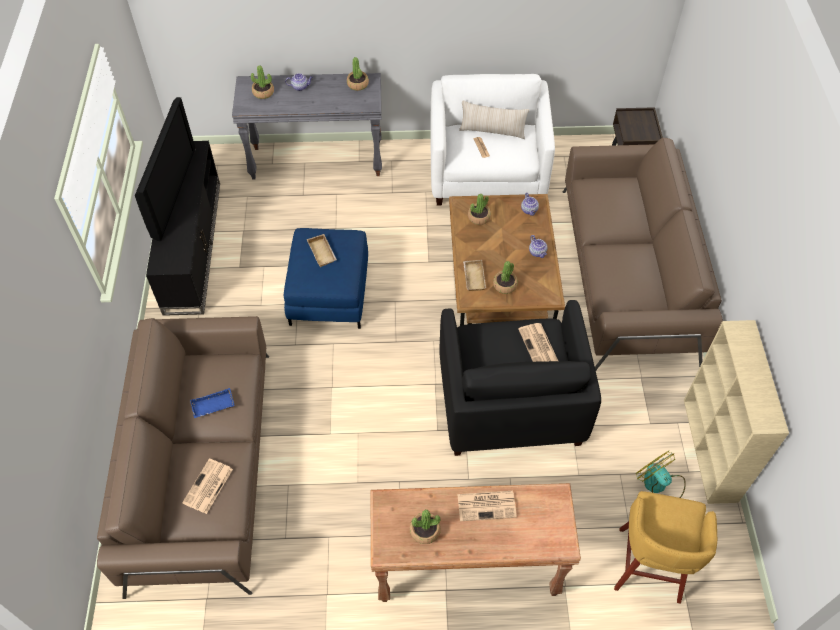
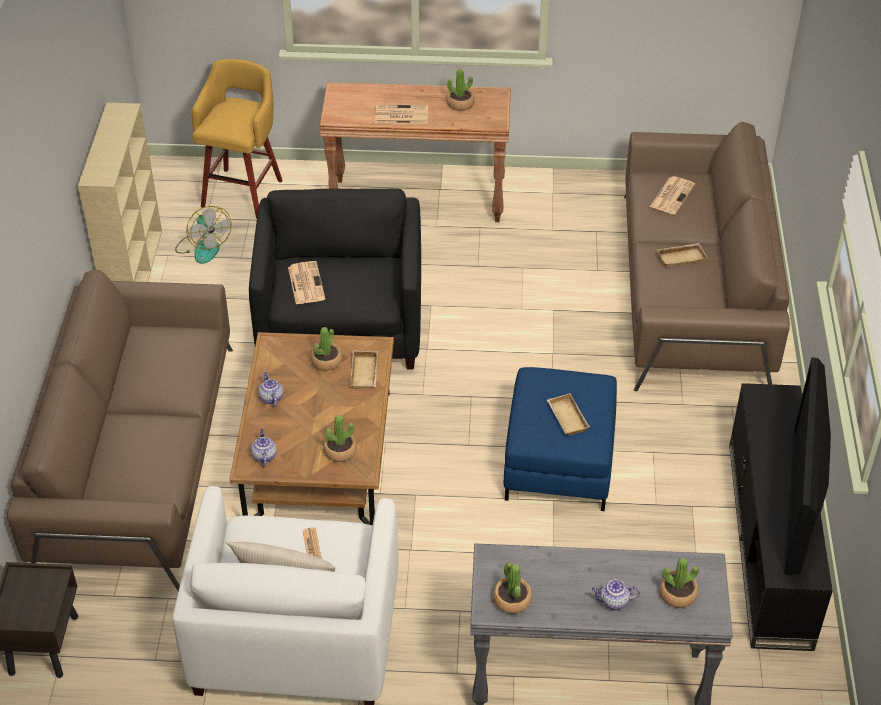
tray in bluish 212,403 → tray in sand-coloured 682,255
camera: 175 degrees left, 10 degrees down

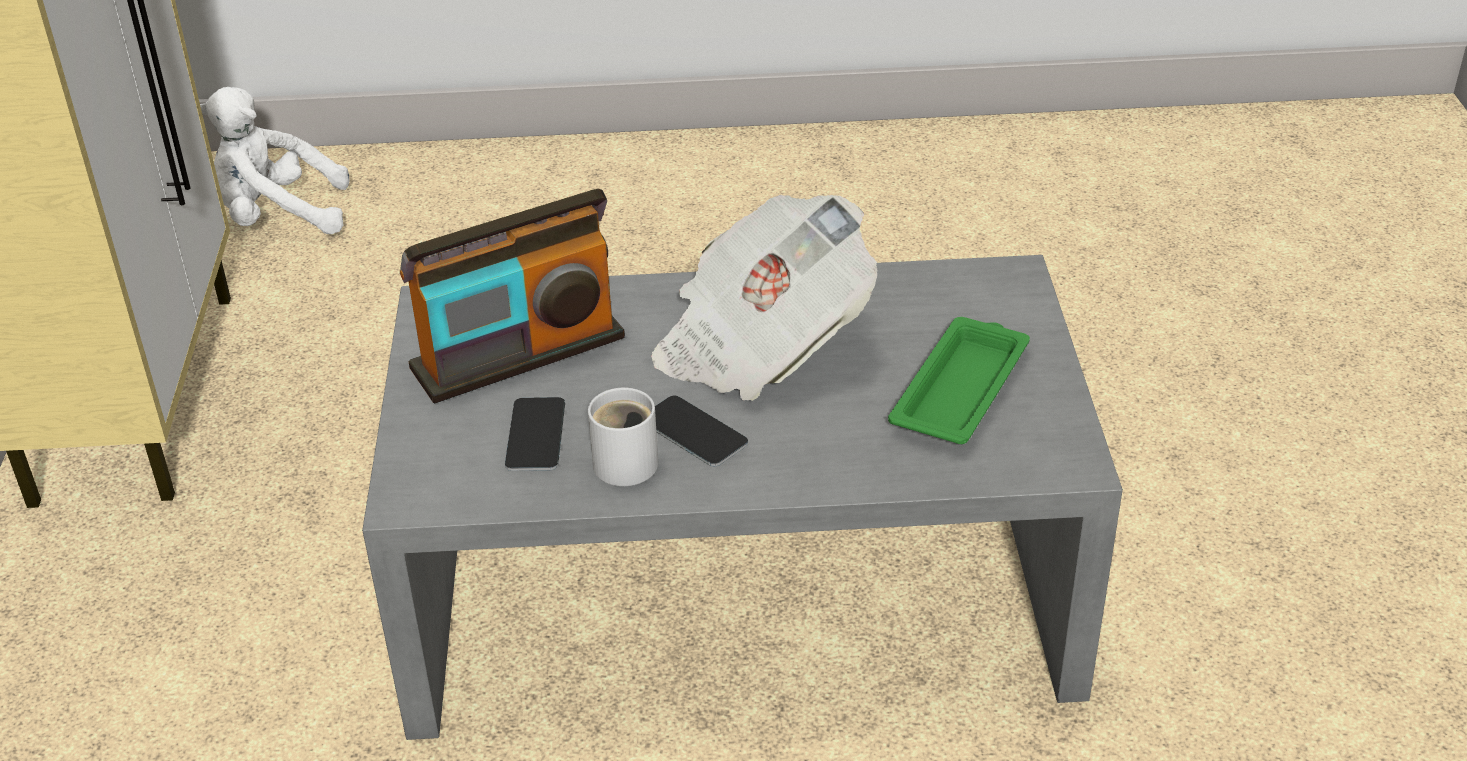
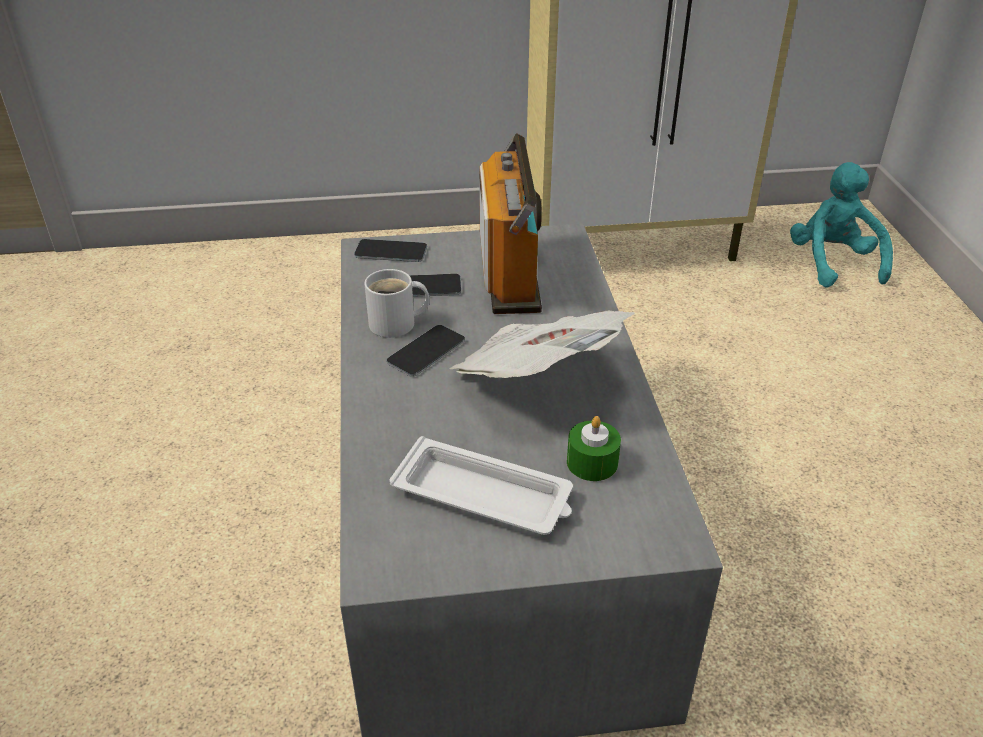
plush toy in whitish 275,160 → plush toy in blue-green 841,225
radio set 512,296 → radio set 510,224, 150 degrees counterclockwise
tray in greenish 959,380 → tray in whitish 481,485
- → phone 390,250
- → wax candle in greenish 594,448
camera: 85 degrees right, 0 degrees up

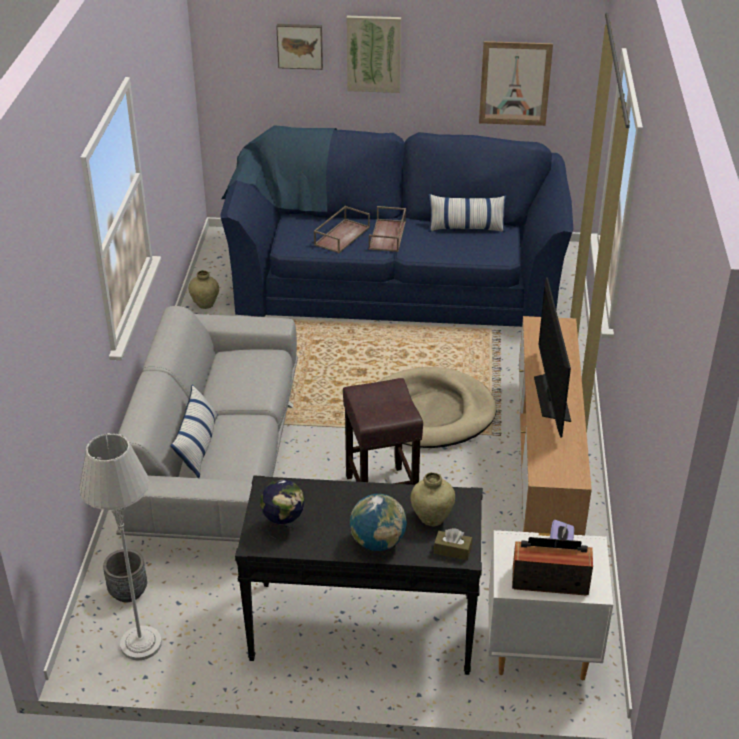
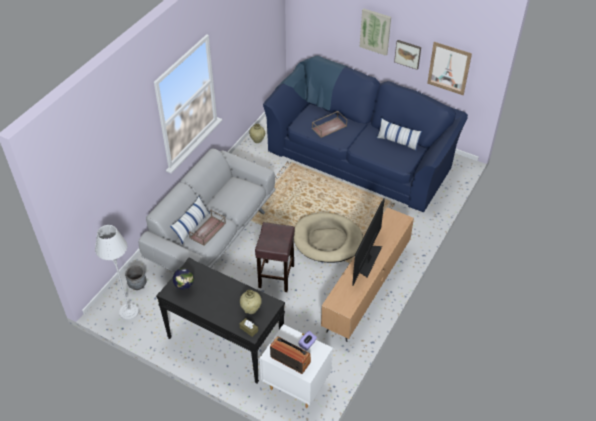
wall picture 299,47 → wall picture 407,55, move
desk globe 378,522 → -
tray in brownish 387,229 → tray in brownish 207,228, move
camera: 25 degrees right, 10 degrees up

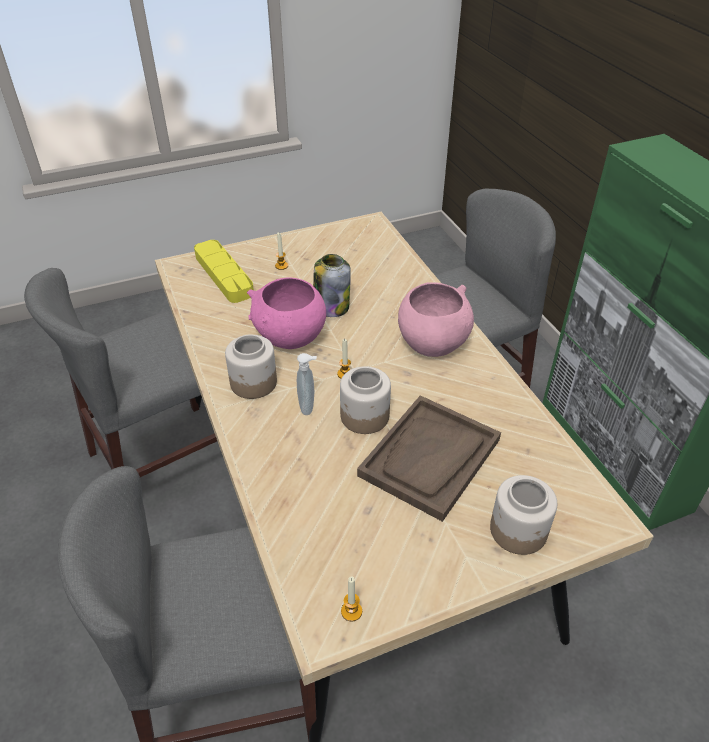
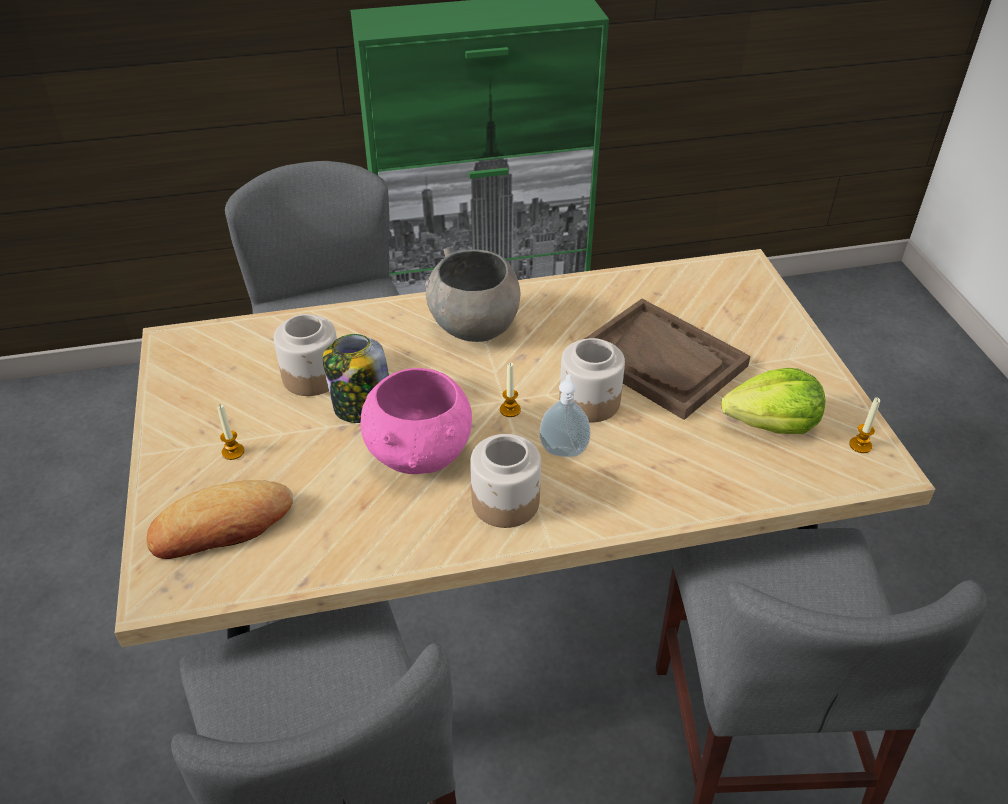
tray in yellow 224,271 → baked bread 219,519
serving bowl in pink-coloured 436,319 → serving bowl in grey 473,294
jar 523,515 → jar 305,355, move
- → lettuce 773,401
camera: 80 degrees left, 0 degrees up

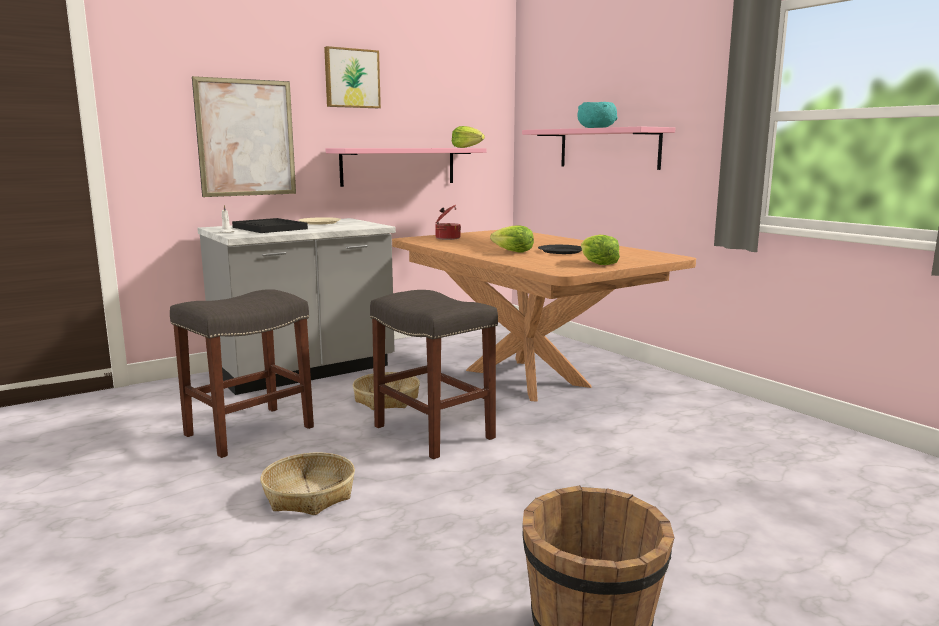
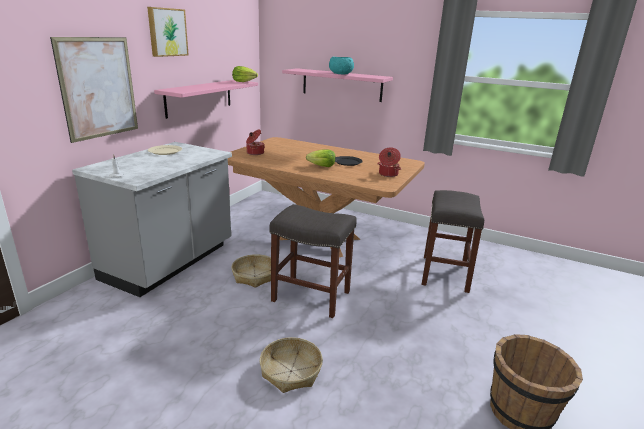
stool seat in grey 242,373 → stool seat in grey 453,241, move
tray in black-coloured 270,225 → -
lettuce 600,249 → cooking pot 389,162
camera: 30 degrees left, 10 degrees up

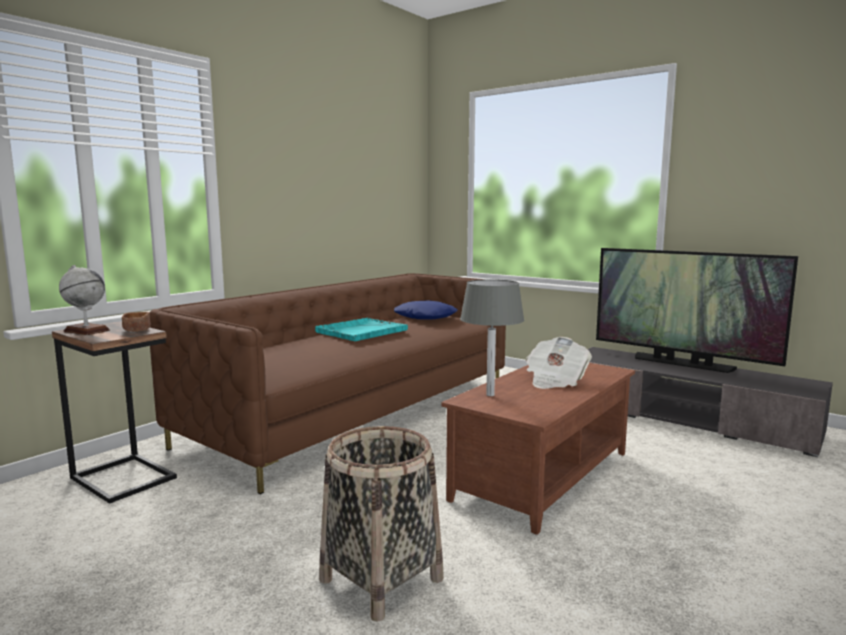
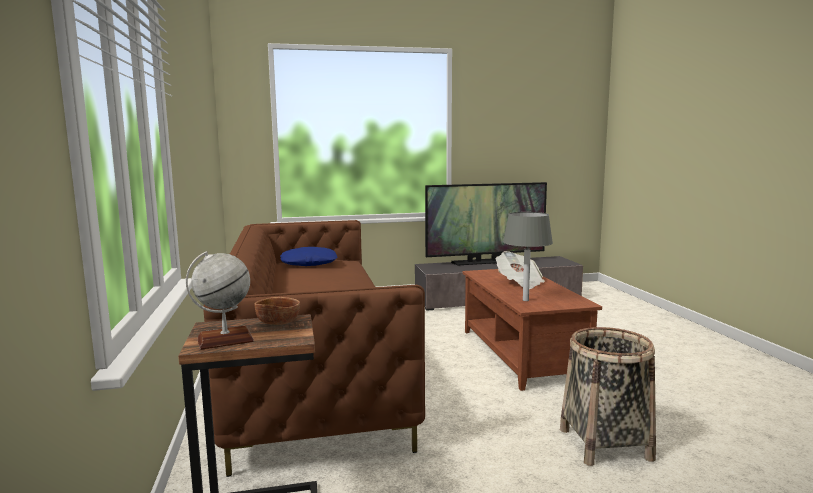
tray in blue-green 361,329 → -
camera: 50 degrees left, 0 degrees up

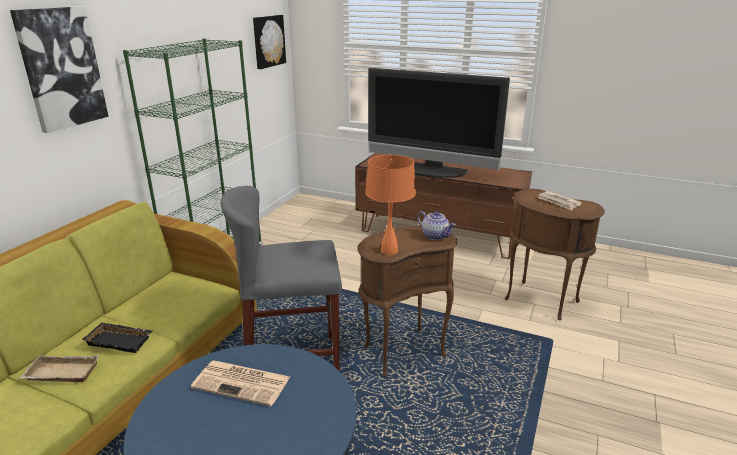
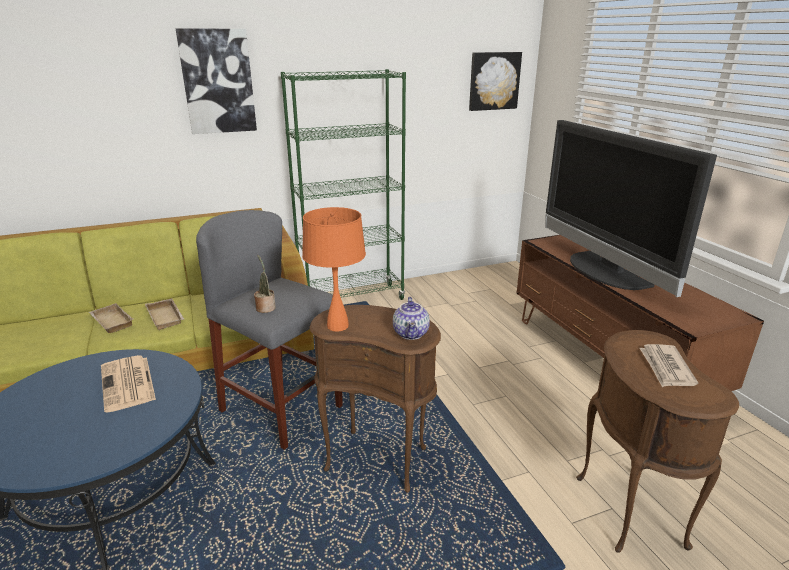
tray in black-coloured 117,337 → tray in sand-coloured 164,314
- → houseplant 265,284
camera: 45 degrees right, 0 degrees up

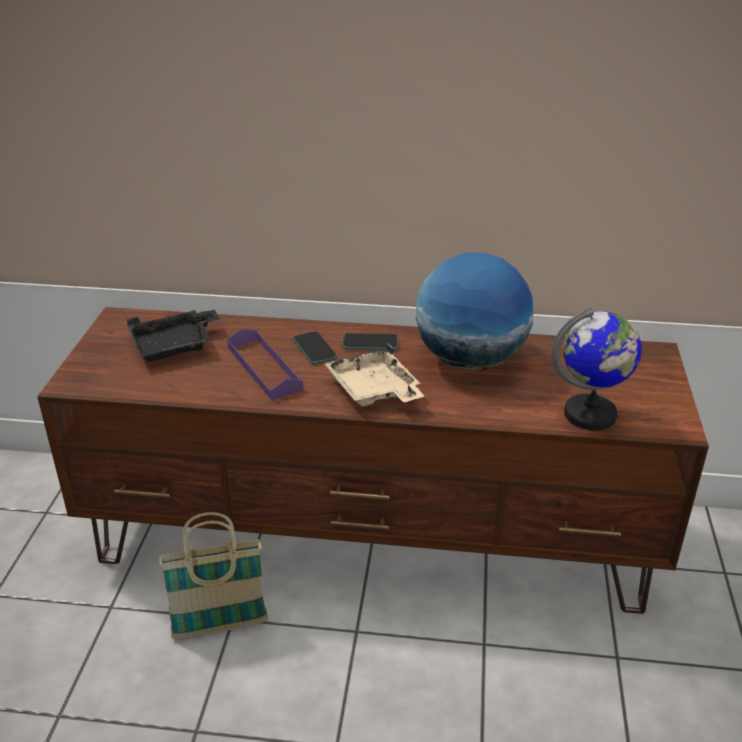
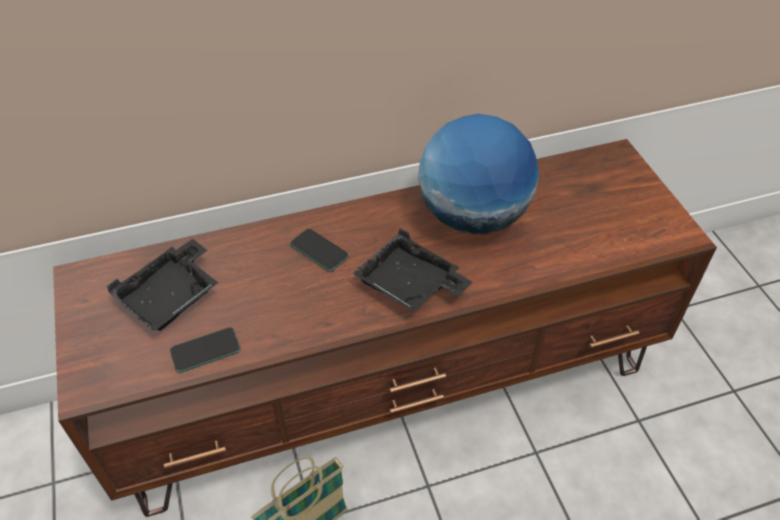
tray in purple-coloured 265,364 → -
tray in sand-coloured 374,374 → tray in black-coloured 412,270
phone 370,341 → phone 205,350, move
desk globe 597,368 → -
camera: 25 degrees left, 15 degrees up

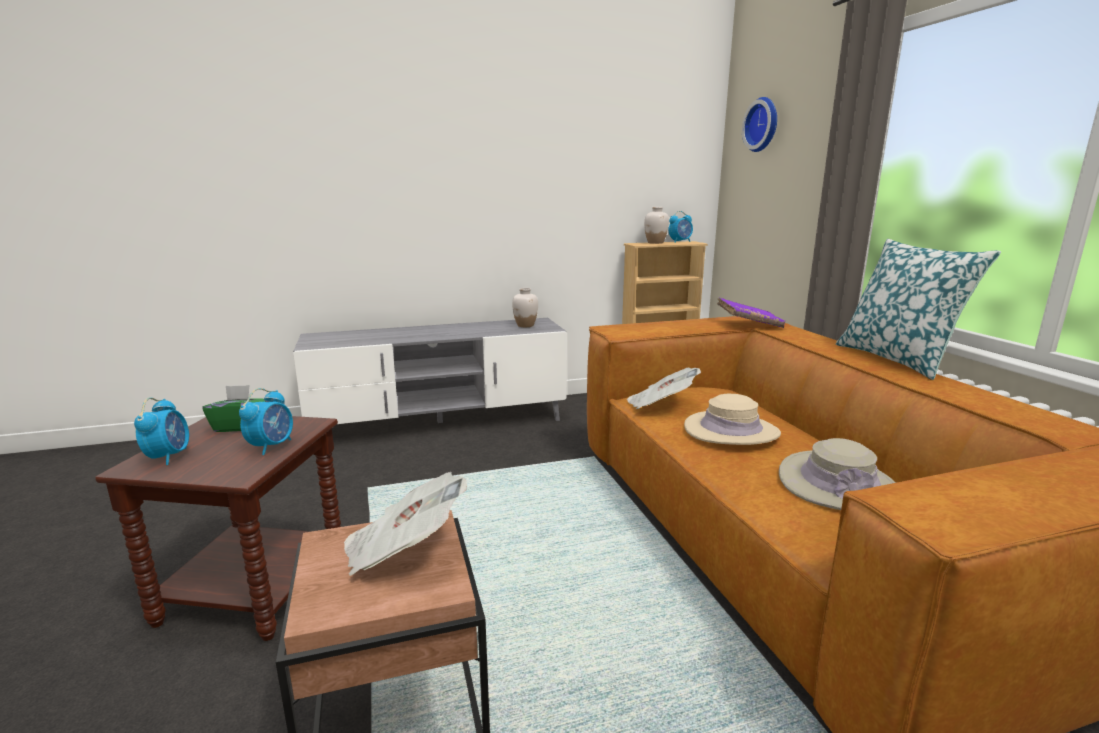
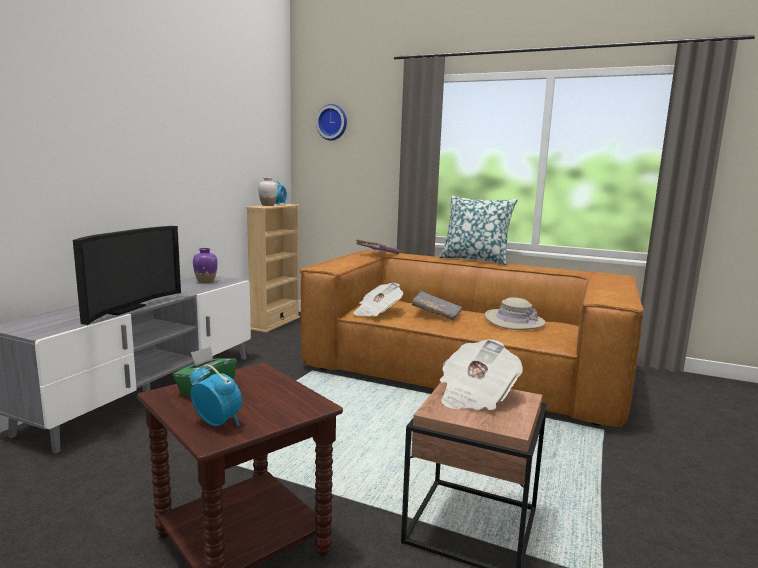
table clock 266,421 → -
flower vase in whitish 525,307 → flower vase in purple-coloured 205,265
clothing hat in sand-coloured 732,419 → bound book in grey 437,306
- → TV set 127,275
camera: 50 degrees left, 5 degrees down

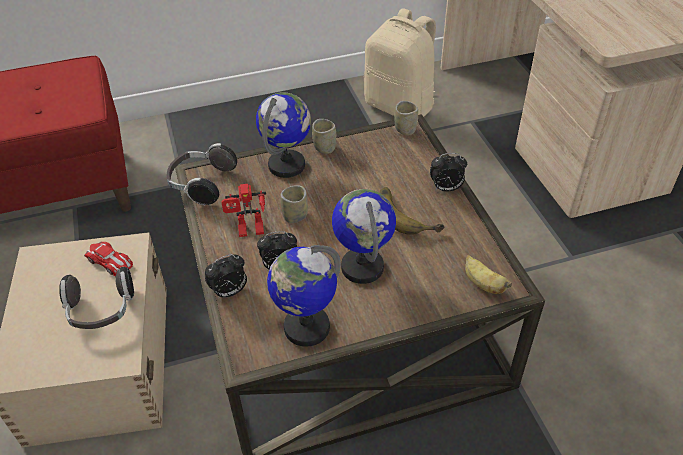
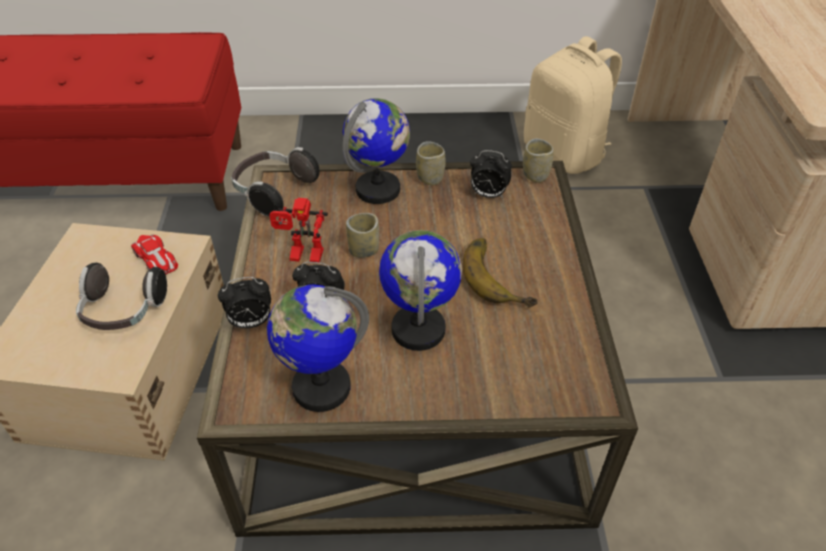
table clock 448,172 → table clock 491,174, move
whole banana 488,274 → -
camera: 15 degrees right, 0 degrees up

